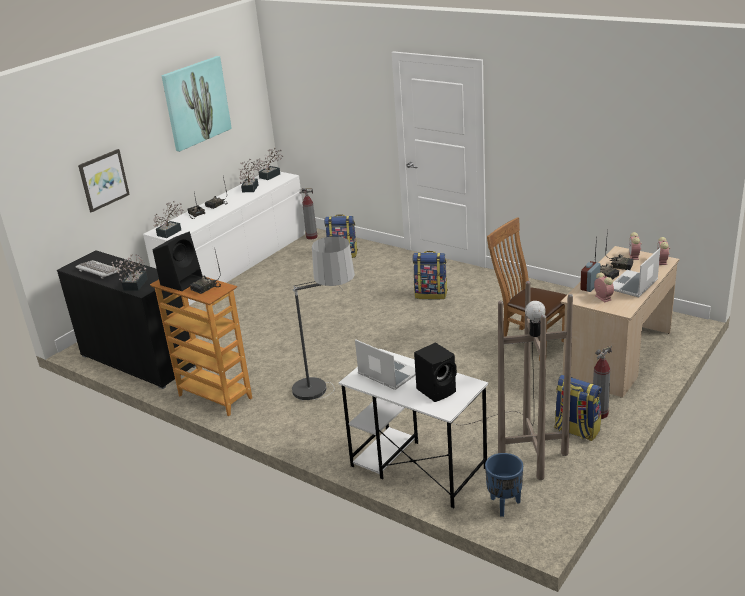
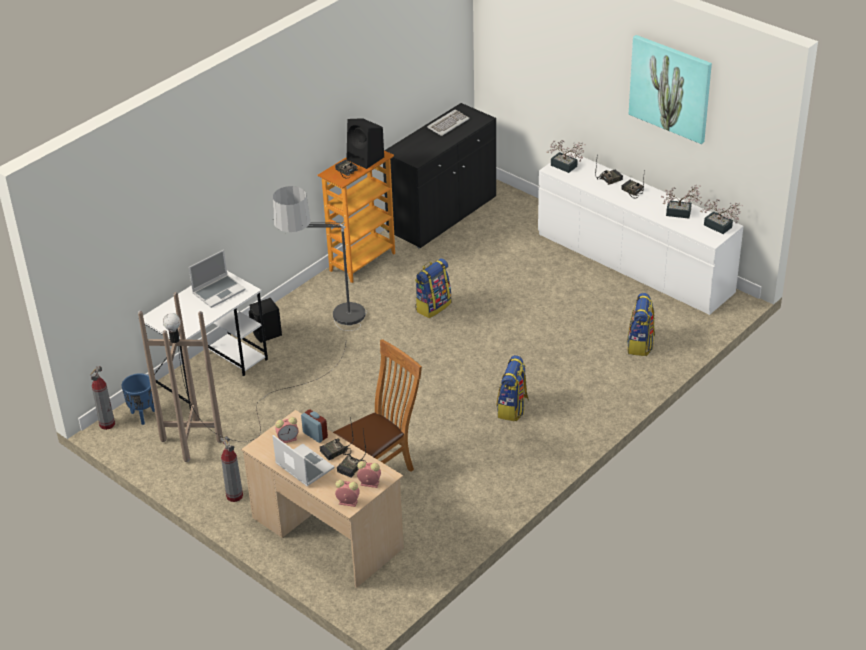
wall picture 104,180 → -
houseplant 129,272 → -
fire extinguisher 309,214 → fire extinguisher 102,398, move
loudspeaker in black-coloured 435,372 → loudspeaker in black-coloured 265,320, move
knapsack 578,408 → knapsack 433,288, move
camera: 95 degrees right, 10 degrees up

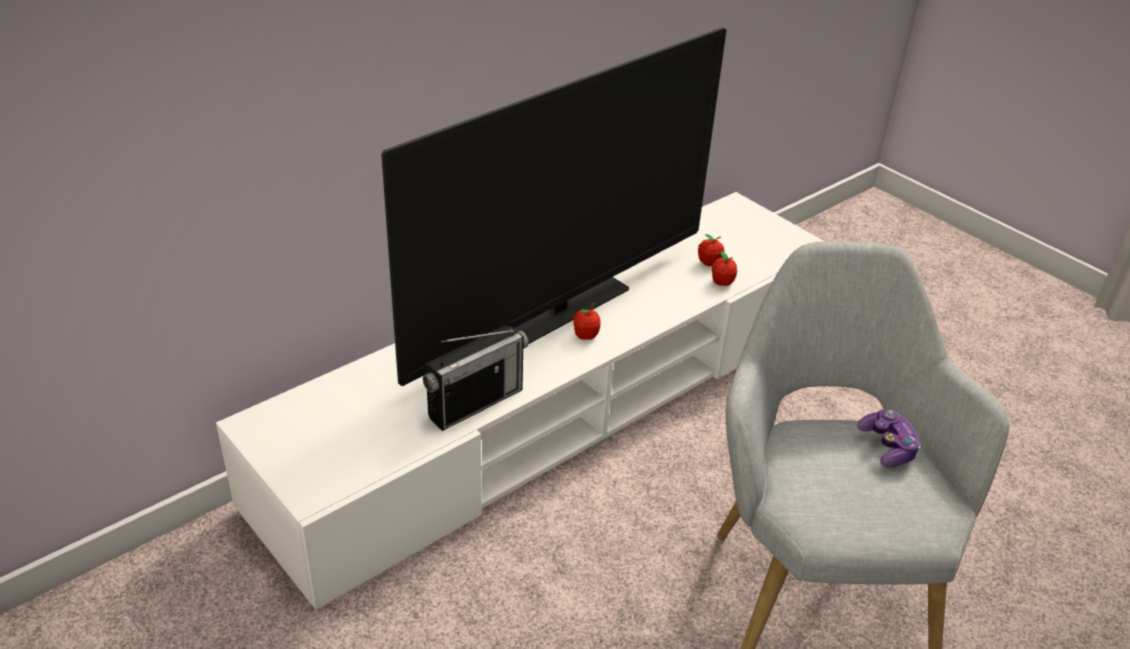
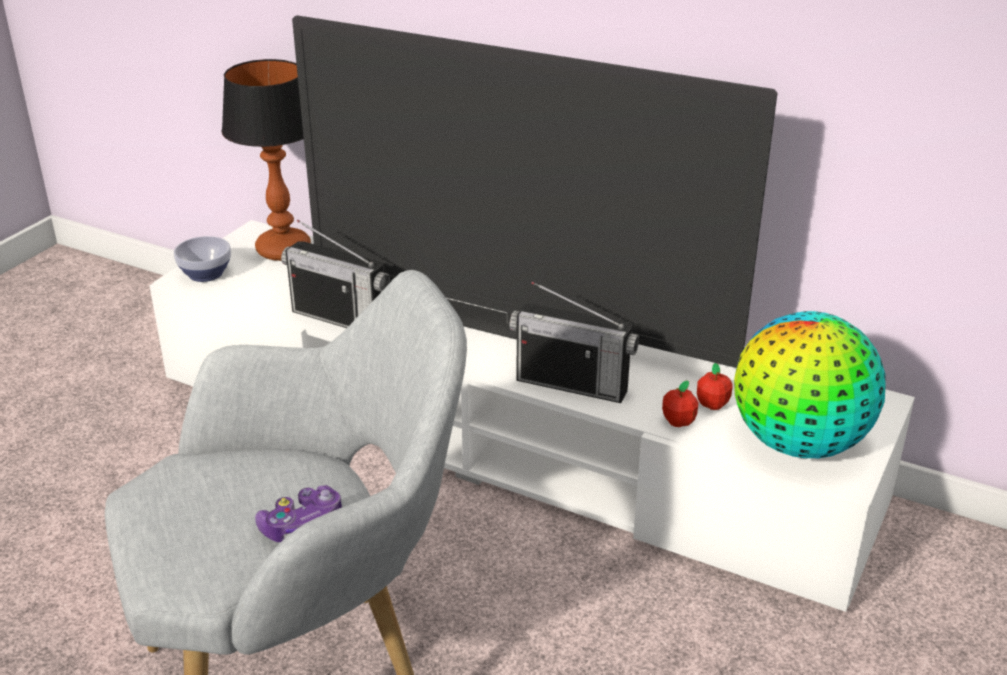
apple fruit 587,321 → -
- → serving bowl 202,259
- → table lamp 266,160
- → radio set 574,342
- → desk globe 810,384
camera: 70 degrees right, 5 degrees down

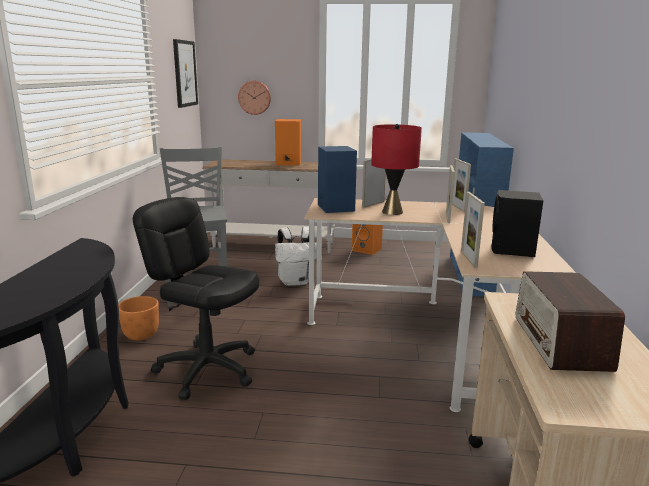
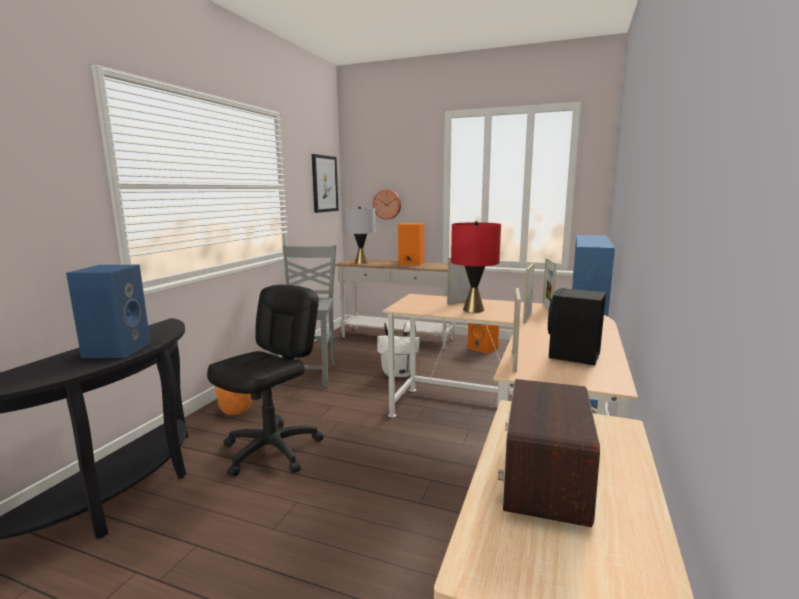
office chair in black-coloured 196,298 → office chair in black-coloured 265,380, 75 degrees clockwise
loudspeaker in bluish 337,179 → loudspeaker in bluish 108,311, move
- → table lamp in grey 360,235
camera: 15 degrees right, 5 degrees down

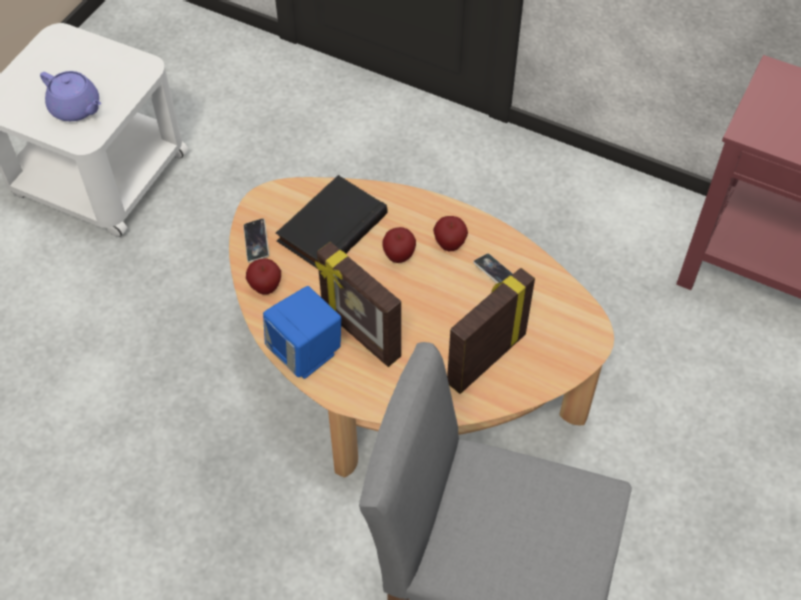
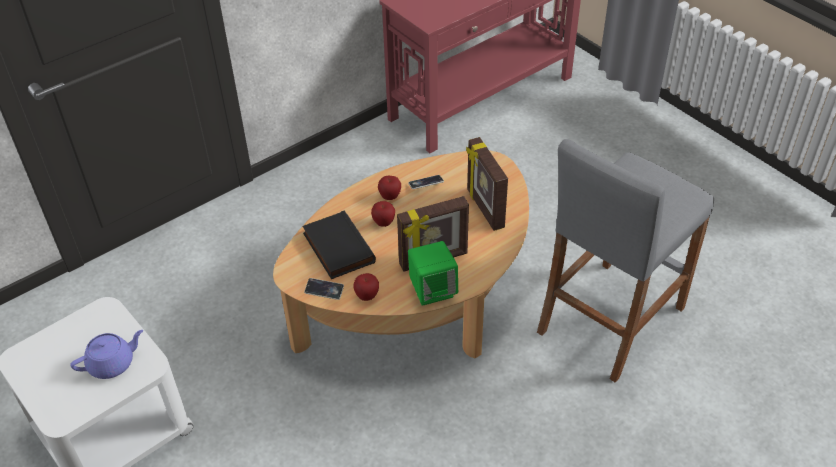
loudspeaker in bluish 302,332 → loudspeaker in greenish 433,273
camera: 65 degrees left, 10 degrees down

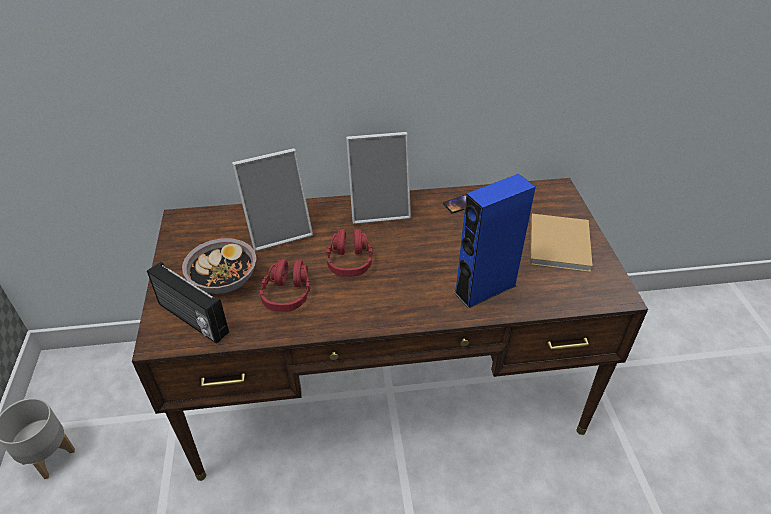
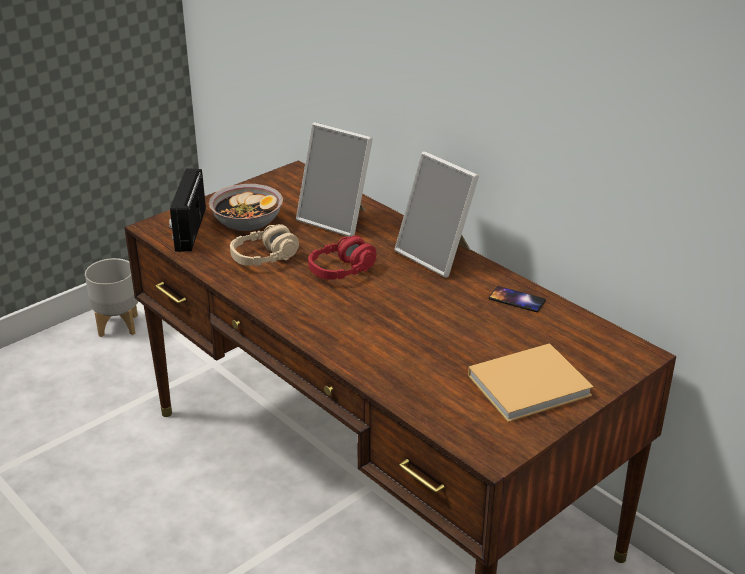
pair of headphones in red-coloured 285,285 → pair of headphones in sand-coloured 264,245
loudspeaker in bluish 495,241 → -
camera: 55 degrees right, 10 degrees down

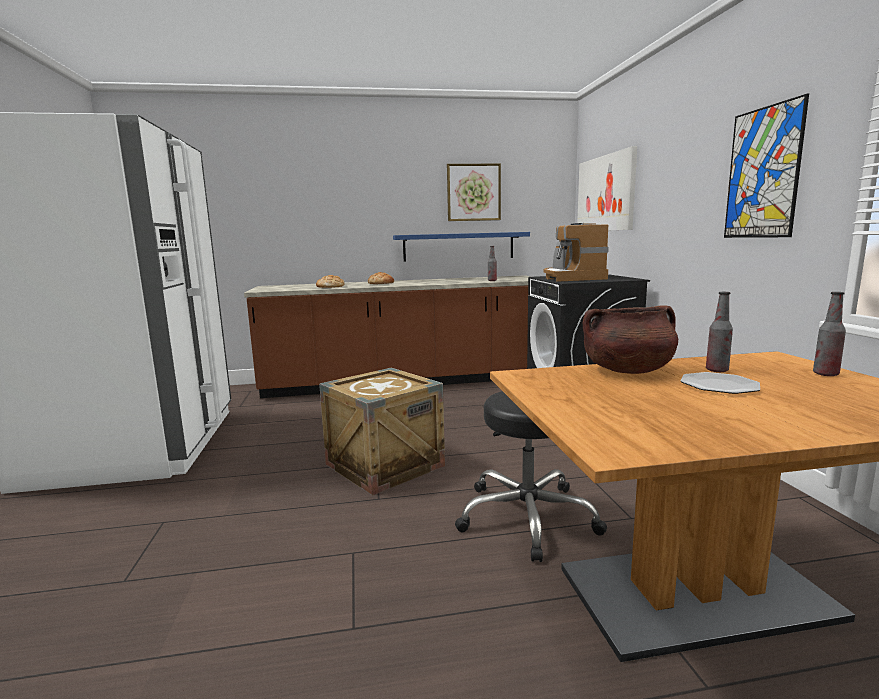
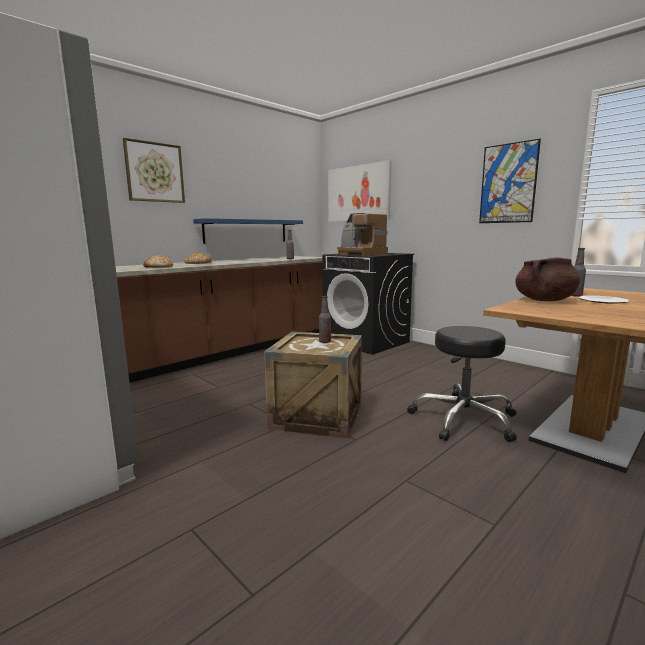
wall picture 474,192 → wall picture 154,170, move
beverage bottle 829,334 → beverage bottle 325,319, move
camera: 35 degrees left, 0 degrees up

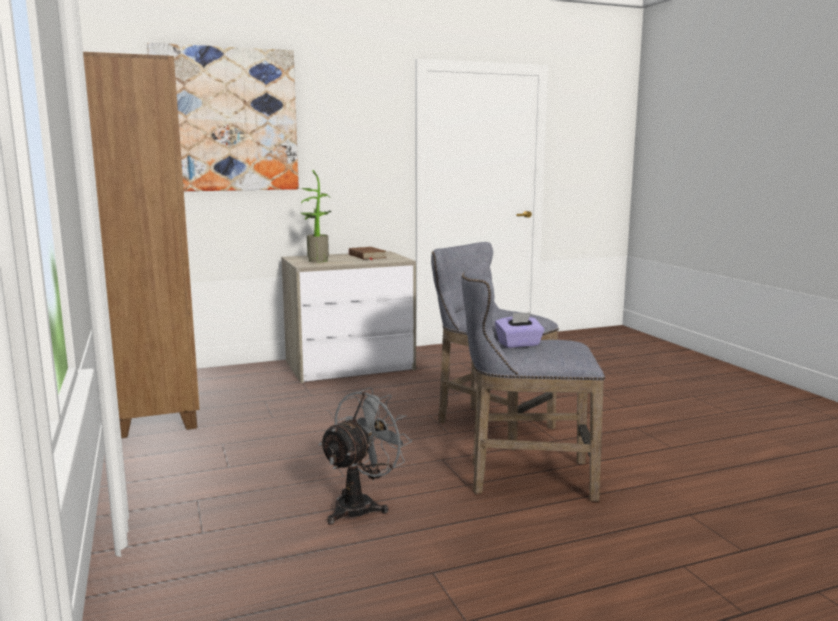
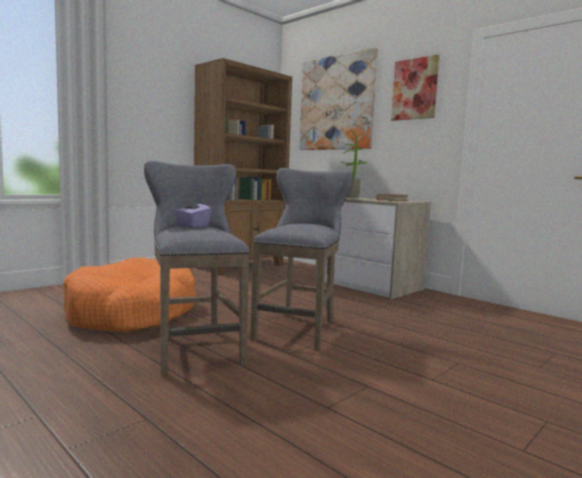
electric fan in grey 365,456 → dog cushion in orange-coloured 129,295
- → wall picture 415,88
camera: 65 degrees right, 5 degrees down

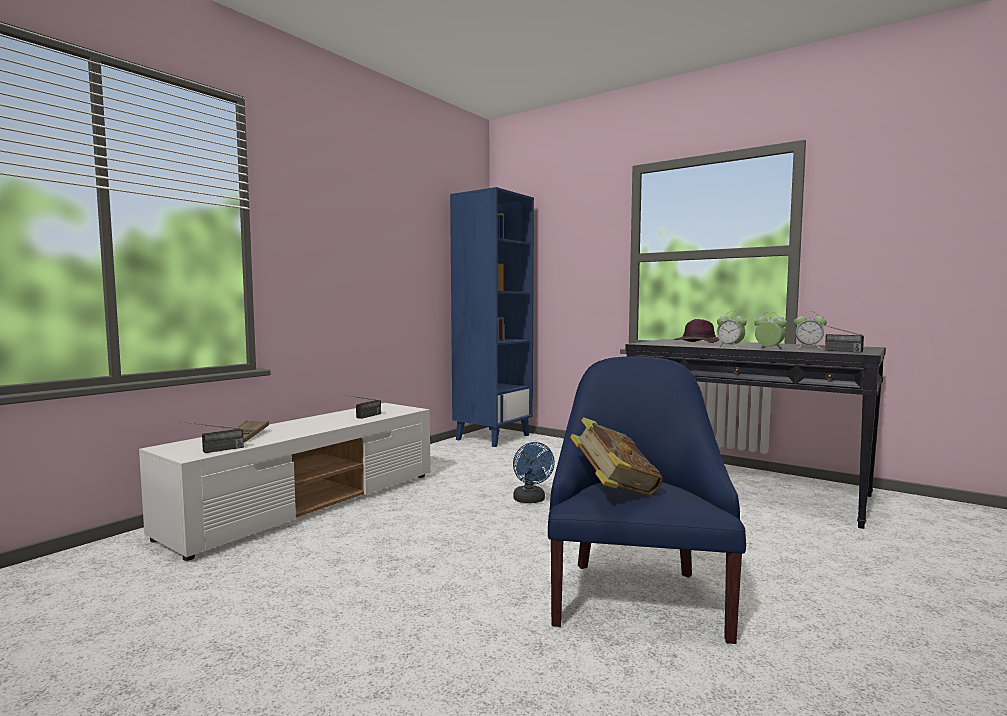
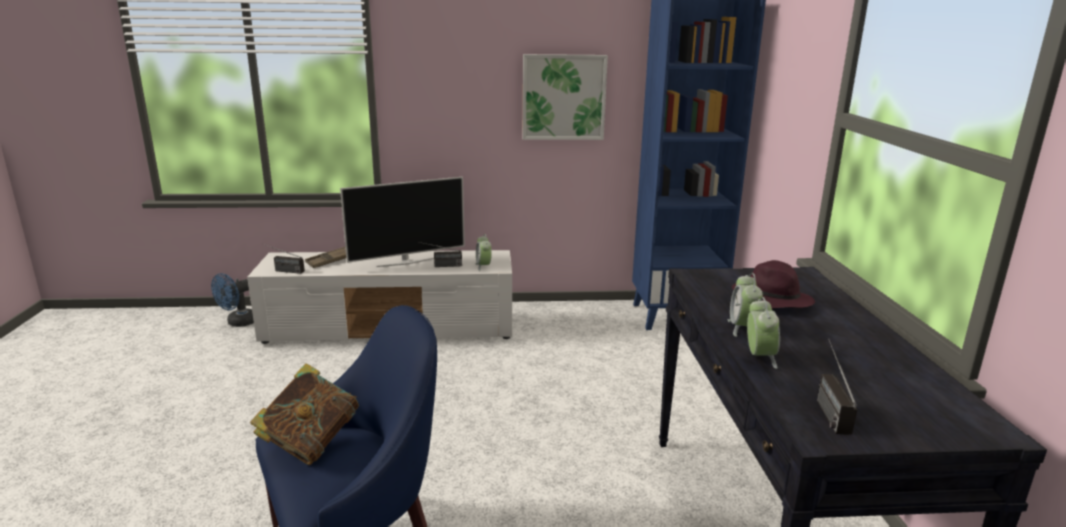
electric fan in bluish 534,472 → electric fan in bluish 232,300, move
table clock 810,330 → table clock 483,252, move
- → TV set 402,222
- → wall picture 565,97
camera: 50 degrees right, 15 degrees up

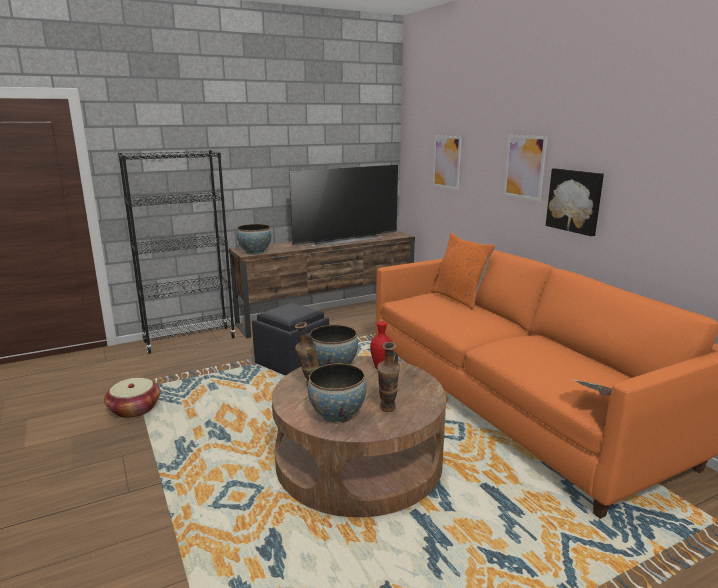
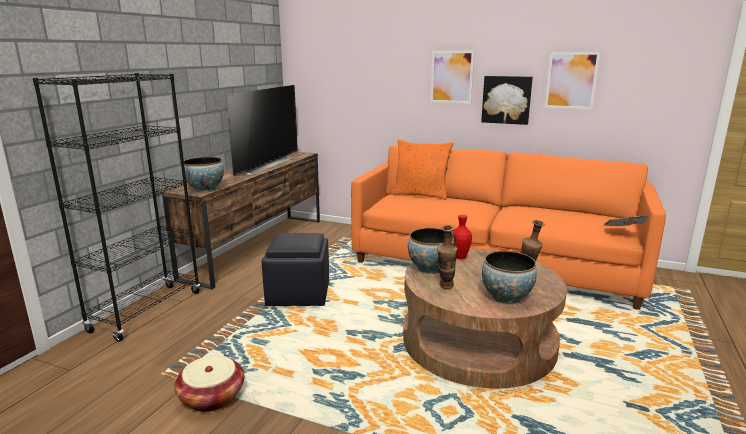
wall picture 447,162 → wall picture 572,81, move
camera: 40 degrees left, 0 degrees up

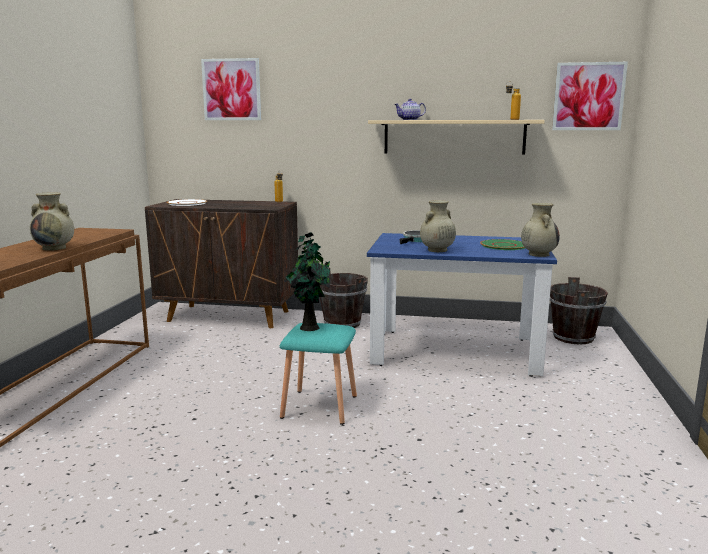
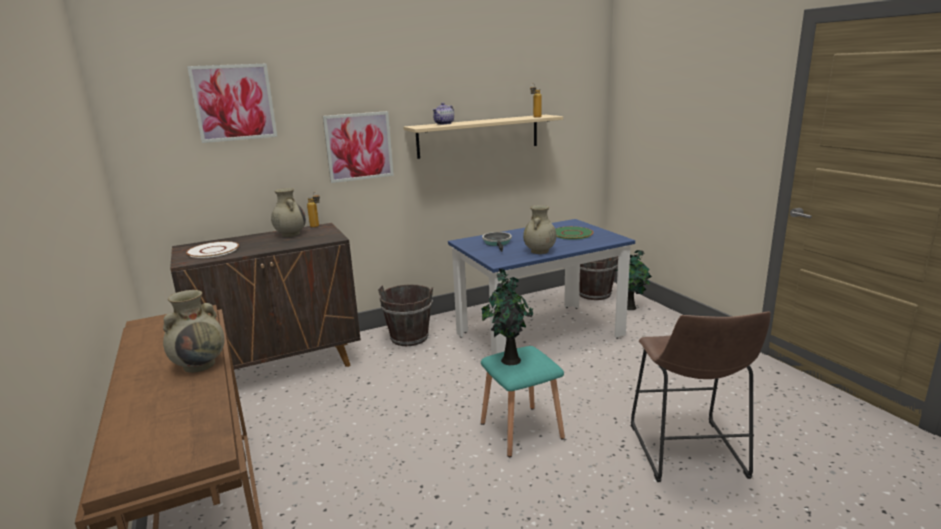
flower vase in sand-coloured 540,230 → flower vase in sand-coloured 288,212, move
wall picture 590,96 → wall picture 358,147, move
- → houseplant 632,280
- → stool seat in brownish 701,396
camera: 35 degrees left, 5 degrees up

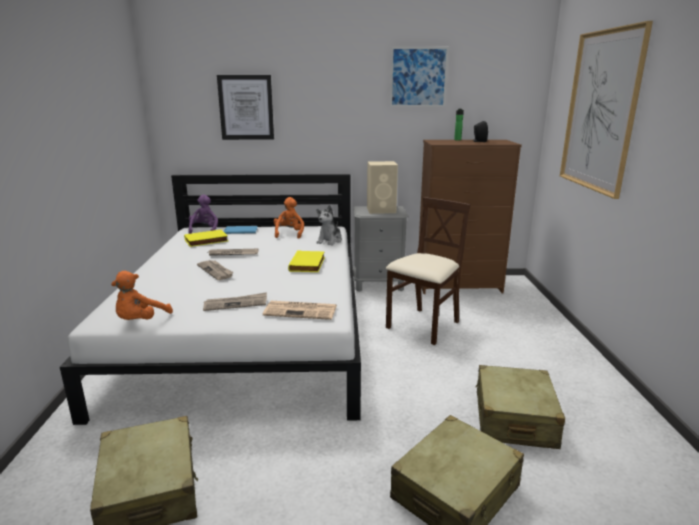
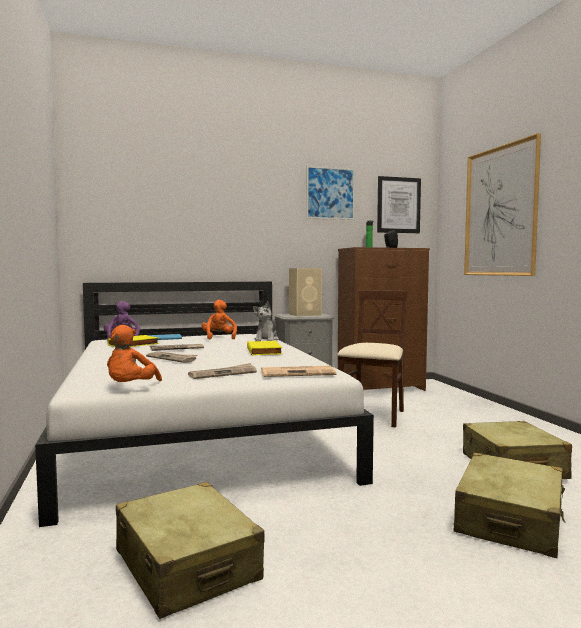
wall picture 245,107 → wall picture 399,204, move
camera: 15 degrees left, 15 degrees down

